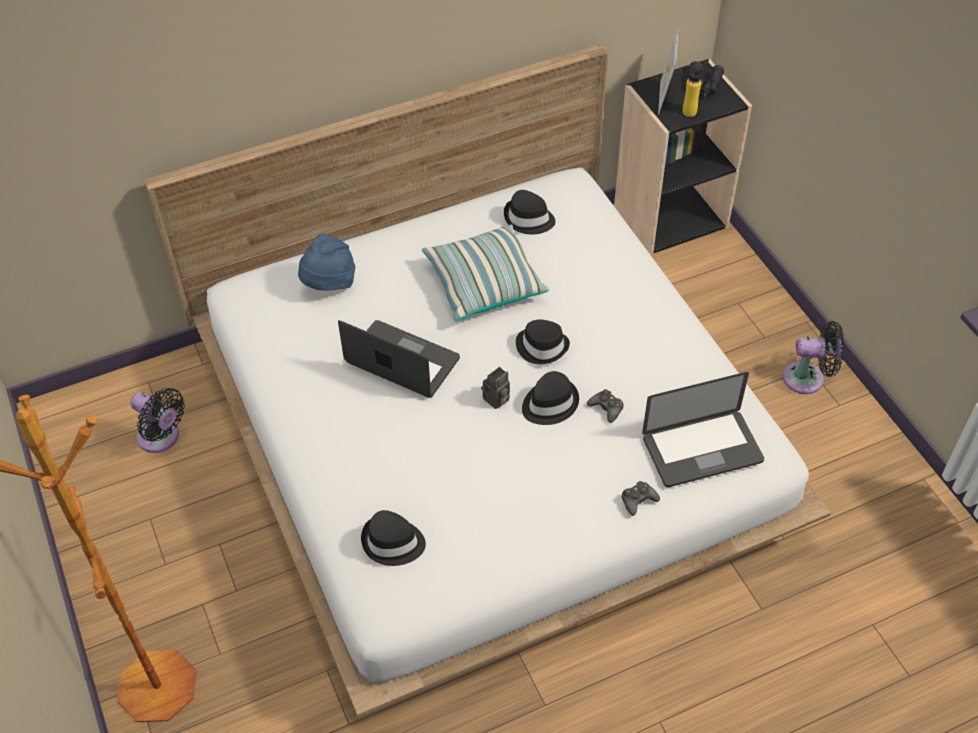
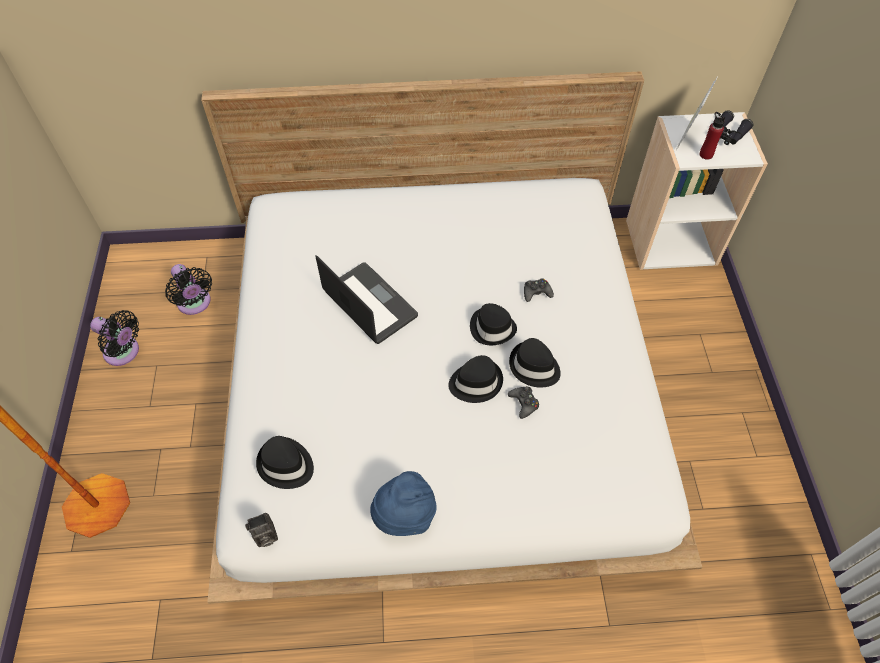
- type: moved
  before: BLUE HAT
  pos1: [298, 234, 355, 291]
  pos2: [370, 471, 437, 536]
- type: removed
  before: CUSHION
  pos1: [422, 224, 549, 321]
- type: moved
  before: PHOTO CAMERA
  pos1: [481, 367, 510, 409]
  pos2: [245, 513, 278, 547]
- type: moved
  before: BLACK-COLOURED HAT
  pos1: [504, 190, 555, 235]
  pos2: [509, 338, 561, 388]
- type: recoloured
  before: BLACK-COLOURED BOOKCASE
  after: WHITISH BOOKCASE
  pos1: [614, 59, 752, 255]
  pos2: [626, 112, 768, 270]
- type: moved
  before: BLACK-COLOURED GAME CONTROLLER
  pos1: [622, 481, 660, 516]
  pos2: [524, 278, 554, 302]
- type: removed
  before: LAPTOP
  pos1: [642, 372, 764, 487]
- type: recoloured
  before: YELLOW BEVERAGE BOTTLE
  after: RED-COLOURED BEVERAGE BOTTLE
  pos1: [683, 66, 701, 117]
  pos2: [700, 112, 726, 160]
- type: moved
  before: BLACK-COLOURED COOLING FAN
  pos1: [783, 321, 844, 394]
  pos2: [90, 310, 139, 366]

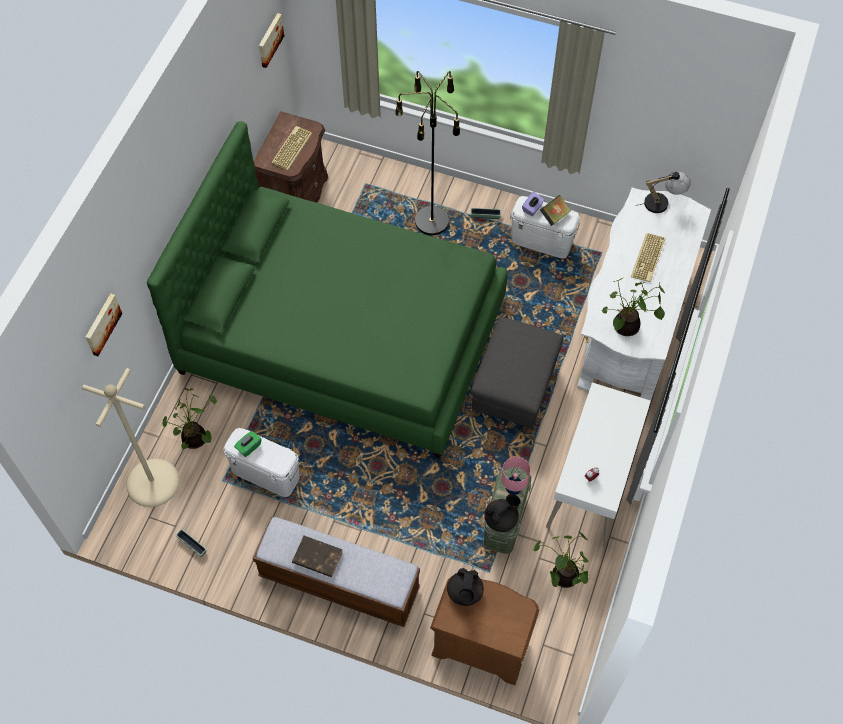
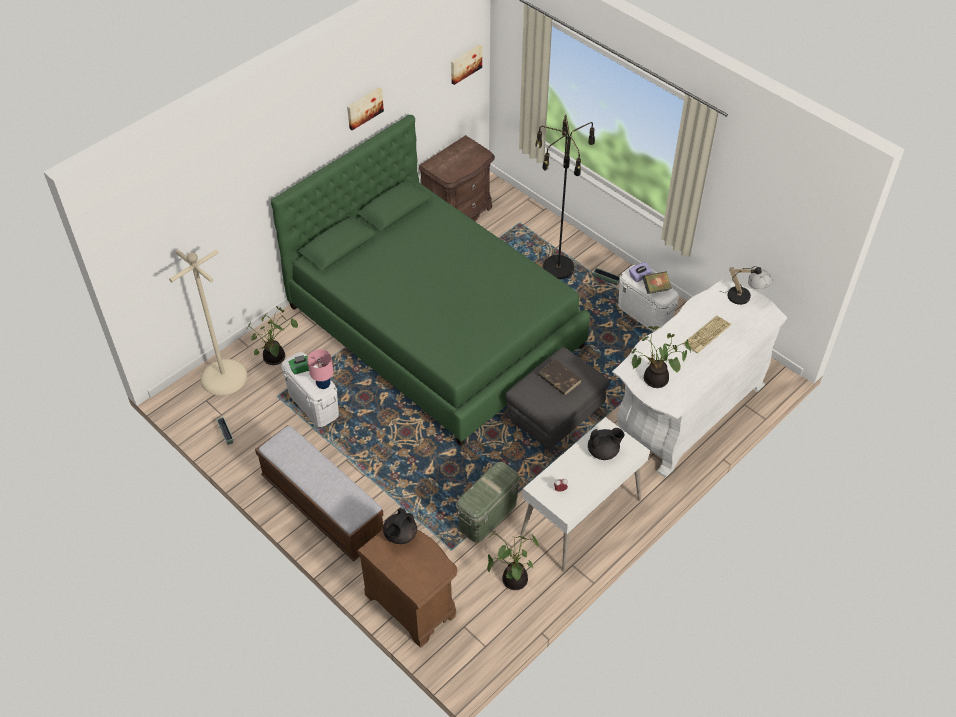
- type: moved
  before: WALL ART
  pos1: [86, 293, 122, 356]
  pos2: [347, 87, 384, 130]
- type: removed
  before: KEYBOARD
  pos1: [271, 126, 312, 170]
- type: moved
  before: BROWN BOOK
  pos1: [292, 536, 343, 577]
  pos2: [538, 359, 582, 395]
- type: moved
  before: BLACK-COLOURED TEA POT
  pos1: [484, 494, 521, 532]
  pos2: [588, 428, 624, 460]
- type: moved
  before: PINK TABLETOP LAMP
  pos1: [501, 457, 530, 495]
  pos2: [307, 349, 333, 389]

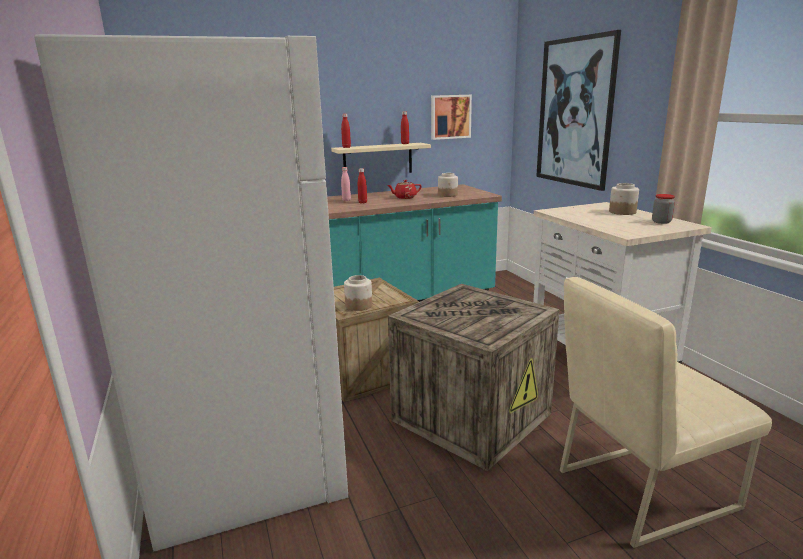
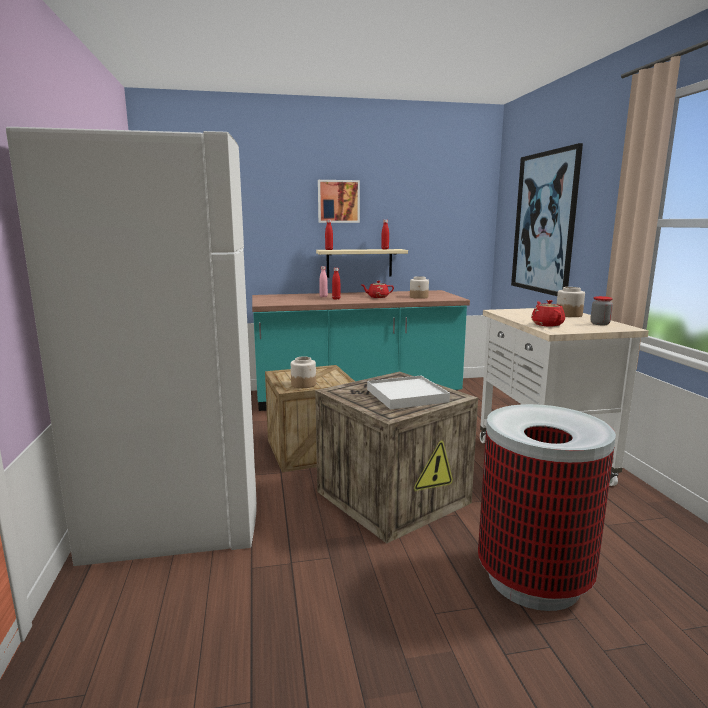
- type: moved
  before: WALL ART
  pos1: [431, 95, 472, 140]
  pos2: [318, 180, 360, 223]
- type: replaced
  before: BEIGE-COLOURED CHAIR
  after: RUBBISH BIN
  pos1: [560, 277, 772, 548]
  pos2: [478, 404, 616, 611]
- type: added
  after: WHITISH CARRYING TRAY
  pos2: [367, 375, 450, 410]
- type: added
  after: RED-COLOURED TEA POT
  pos2: [531, 300, 565, 327]

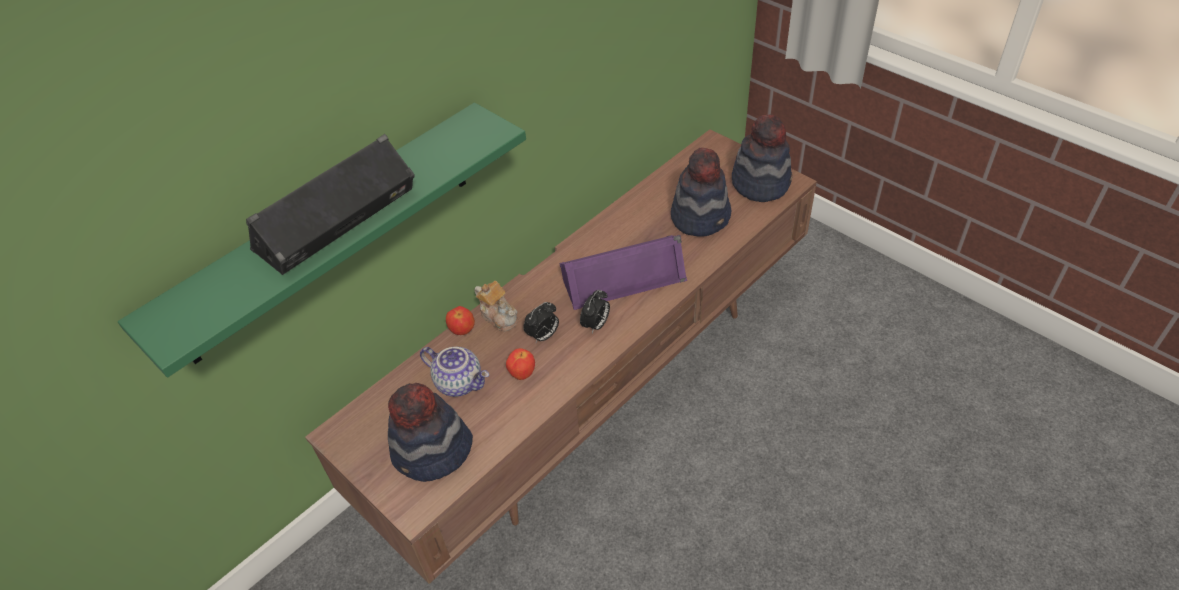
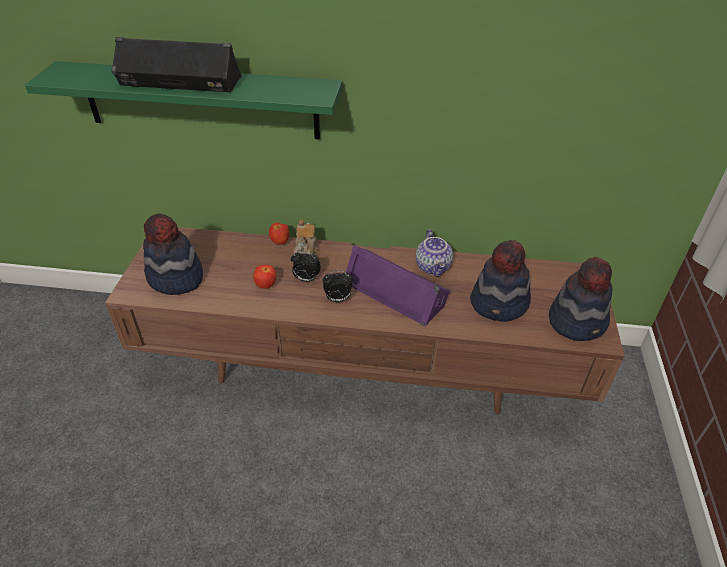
- type: moved
  before: TEA POT
  pos1: [420, 347, 489, 397]
  pos2: [416, 229, 453, 277]

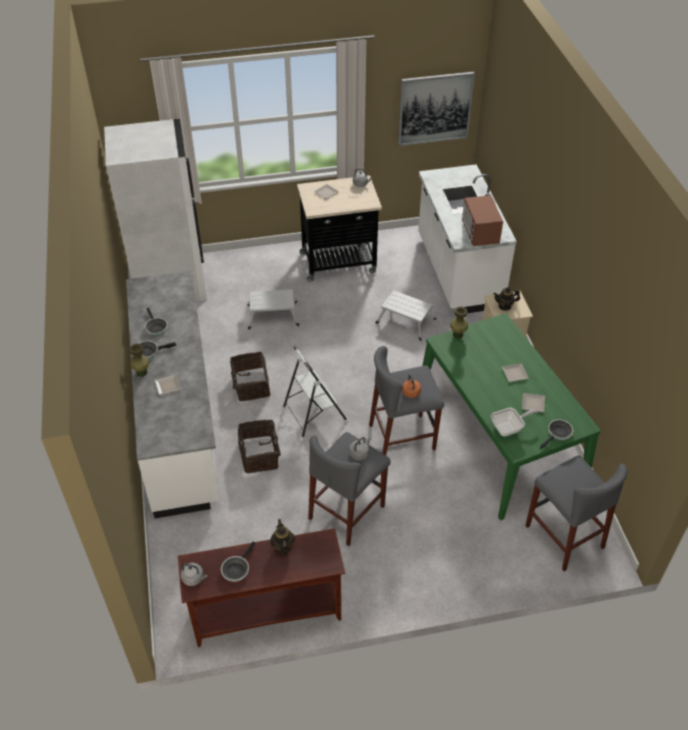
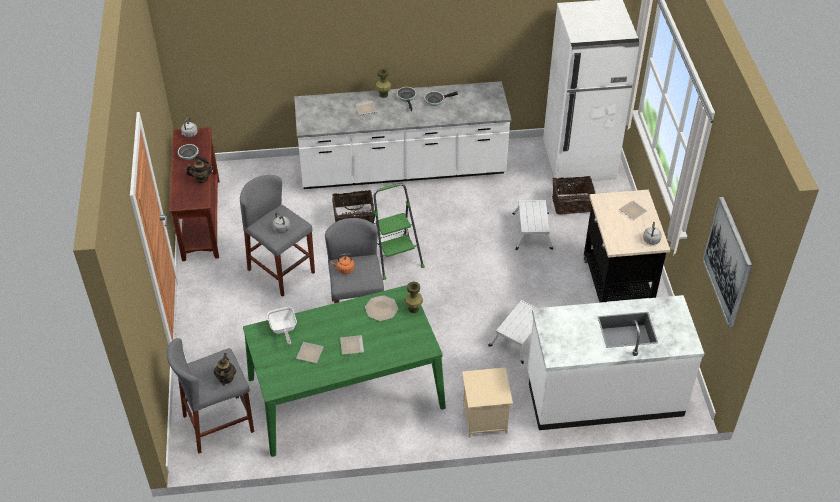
- type: moved
  before: HOUSEHOLD BASKET
  pos1: [225, 352, 270, 402]
  pos2: [552, 173, 596, 215]
- type: recoloured
  before: WHITISH STEP LADDER
  after: GREEN STEP LADDER
  pos1: [281, 346, 349, 441]
  pos2: [372, 183, 425, 280]
- type: removed
  before: MICROWAVE OVEN
  pos1: [462, 195, 503, 246]
- type: moved
  before: TEA POT
  pos1: [494, 287, 520, 311]
  pos2: [214, 353, 236, 386]
- type: removed
  before: FRYING PAN
  pos1: [540, 419, 573, 449]
- type: added
  after: FLAT DISH
  pos2: [365, 295, 398, 321]

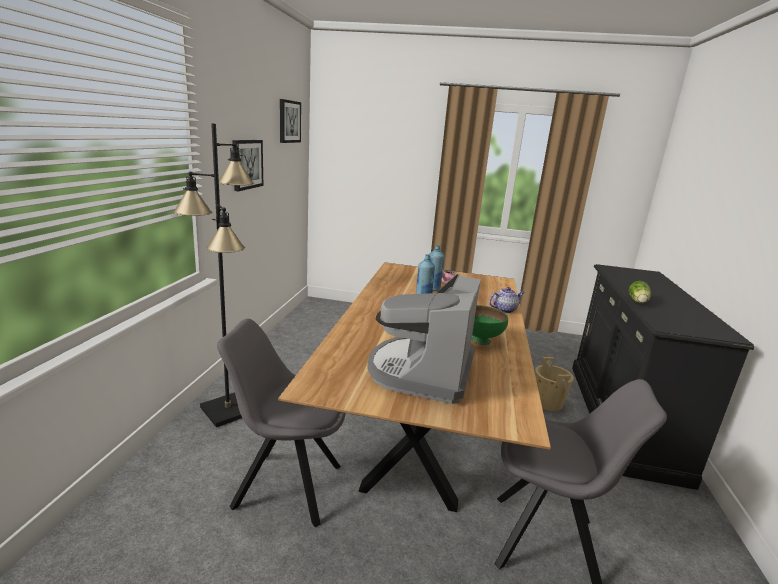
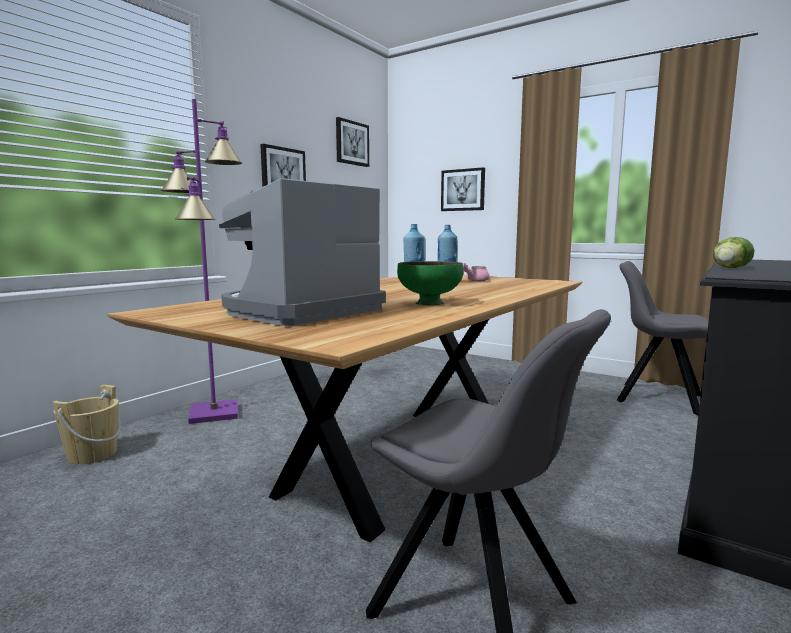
- type: recoloured
  before: BLACK-COLOURED FLOOR LAMP
  after: PURPLE-COLOURED FLOOR LAMP
  pos1: [173, 123, 254, 427]
  pos2: [161, 99, 242, 424]
- type: moved
  before: GREY CHAIR
  pos1: [217, 318, 346, 527]
  pos2: [617, 261, 709, 415]
- type: removed
  before: TEA POT
  pos1: [489, 287, 524, 313]
- type: moved
  before: BEIGE-COLOURED BUCKET
  pos1: [535, 357, 574, 411]
  pos2: [53, 385, 121, 464]
- type: added
  after: WALL ART
  pos2: [441, 167, 485, 211]

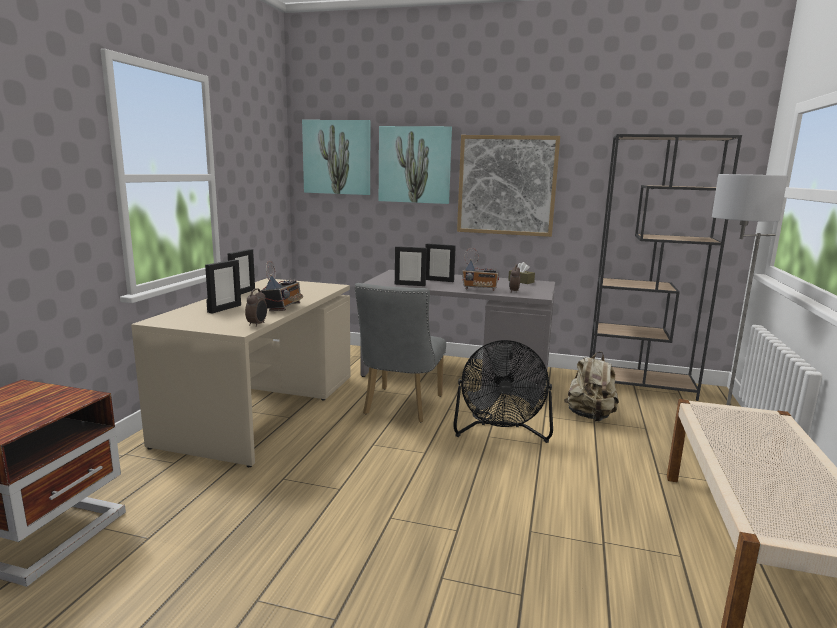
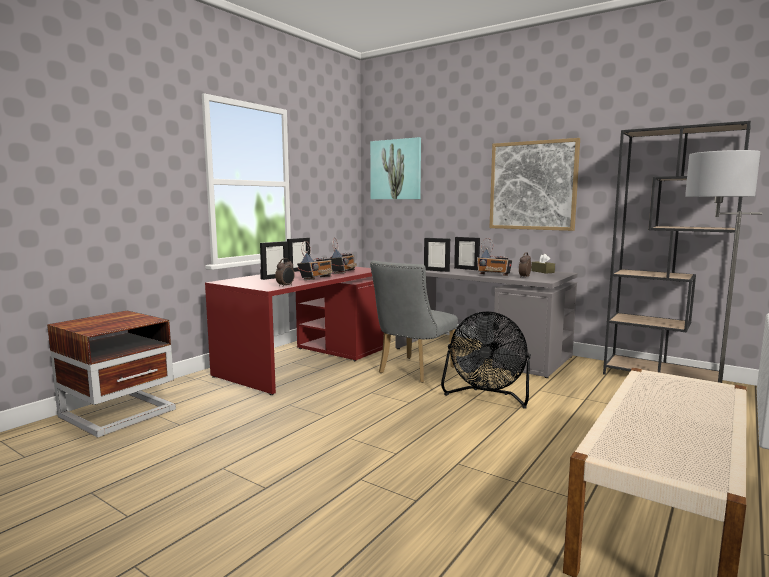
- type: recoloured
  before: BEIGE-COLOURED DESK UNIT
  after: RED-COLOURED DESK UNIT
  pos1: [131, 278, 350, 467]
  pos2: [205, 267, 384, 395]
- type: removed
  before: WALL ART
  pos1: [379, 126, 452, 204]
- type: removed
  before: BEIGE-COLOURED BACKPACK
  pos1: [564, 352, 619, 421]
- type: added
  after: RADIO SET
  pos2: [329, 238, 357, 274]

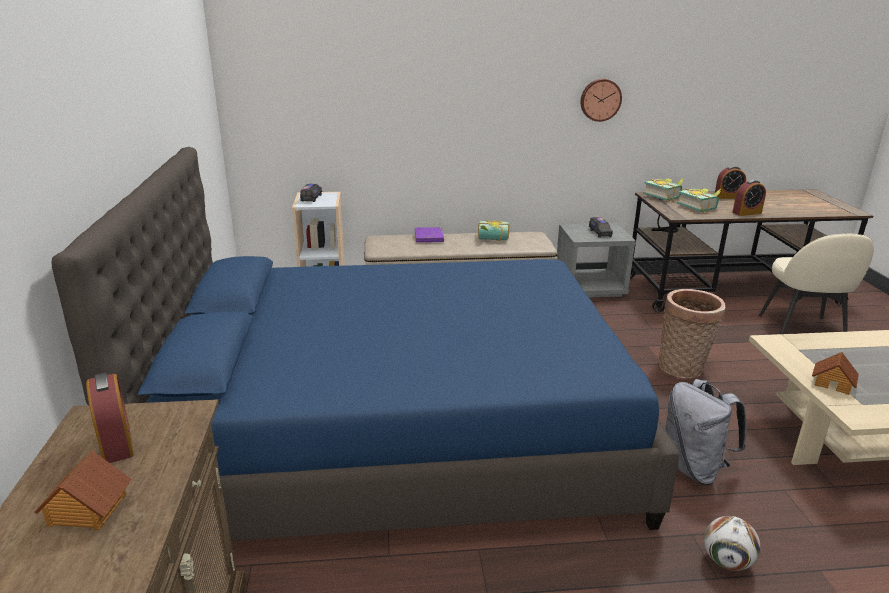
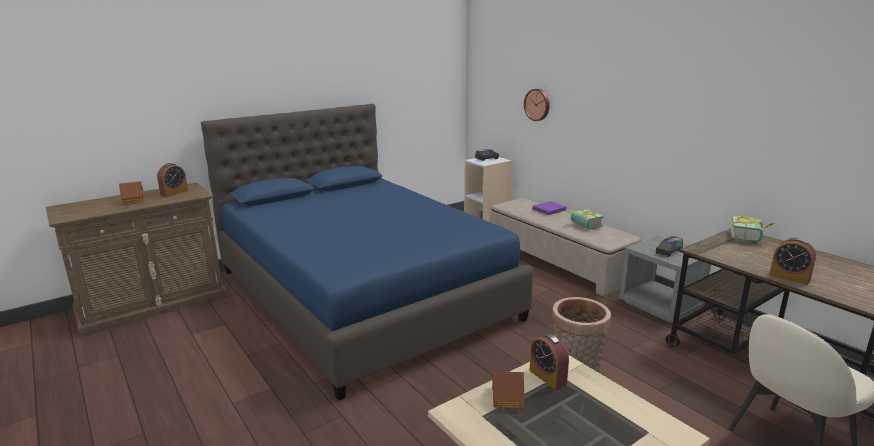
- type: moved
  before: CLOCK ON THE WALL
  pos1: [581, 79, 622, 122]
  pos2: [524, 89, 550, 121]
- type: removed
  before: GREY BACKPACK
  pos1: [665, 379, 746, 485]
- type: removed
  before: BOOK
  pos1: [677, 188, 721, 213]
- type: removed
  before: BALL FOR FOOTBALL
  pos1: [704, 516, 760, 571]
- type: moved
  before: ALARM CLOCK
  pos1: [715, 166, 746, 199]
  pos2: [530, 333, 569, 390]

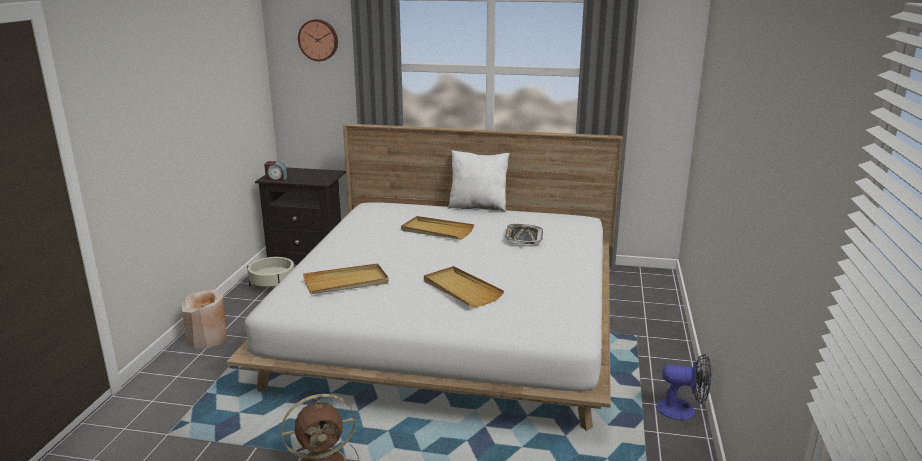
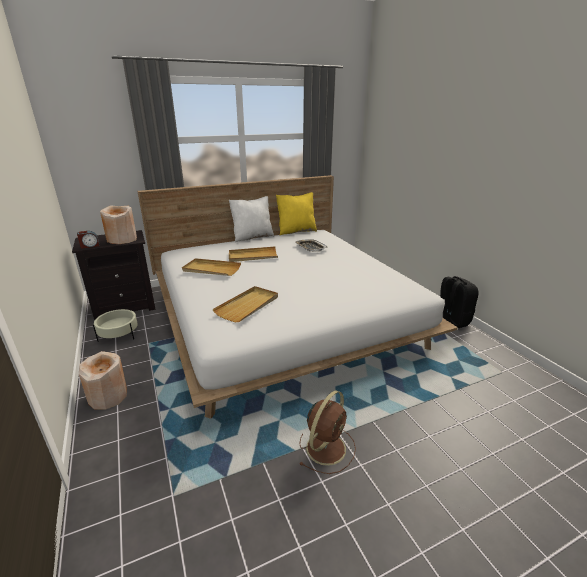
- type: removed
  before: CLOCK ON THE WALL
  pos1: [298, 19, 338, 61]
- type: moved
  before: BEIGE-COLOURED CARRYING TRAY
  pos1: [424, 266, 504, 307]
  pos2: [182, 258, 241, 276]
- type: replaced
  before: COOLING FAN
  after: BLACK-COLOURED BACKPACK
  pos1: [657, 354, 711, 420]
  pos2: [440, 276, 479, 328]
- type: added
  after: BEIGE-COLOURED VASE
  pos2: [100, 206, 137, 244]
- type: added
  after: YELLOW CUSHION
  pos2: [276, 192, 317, 235]

